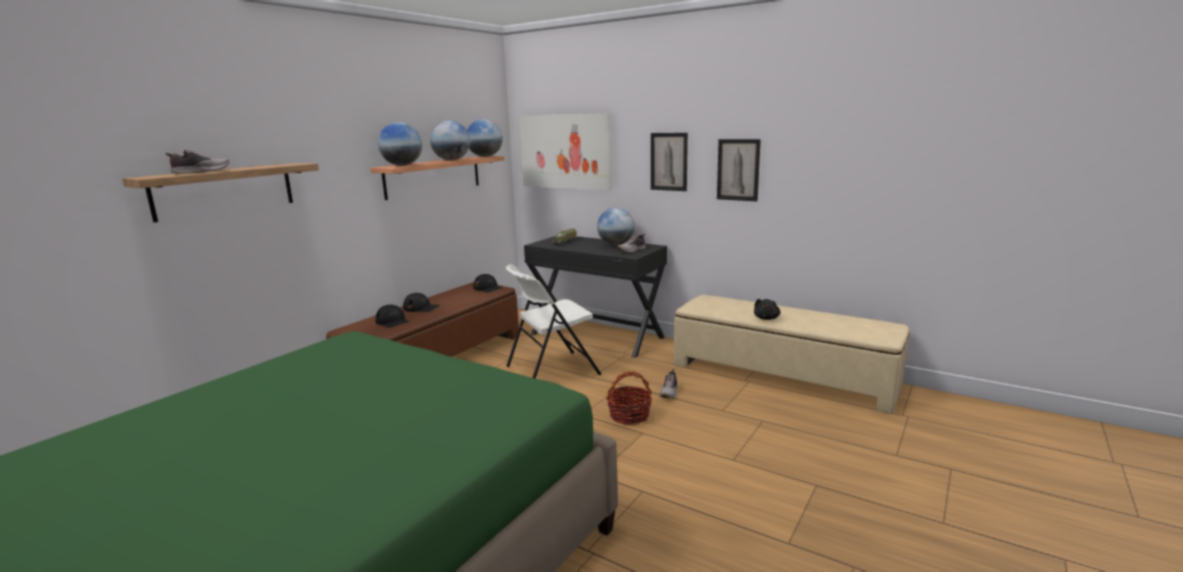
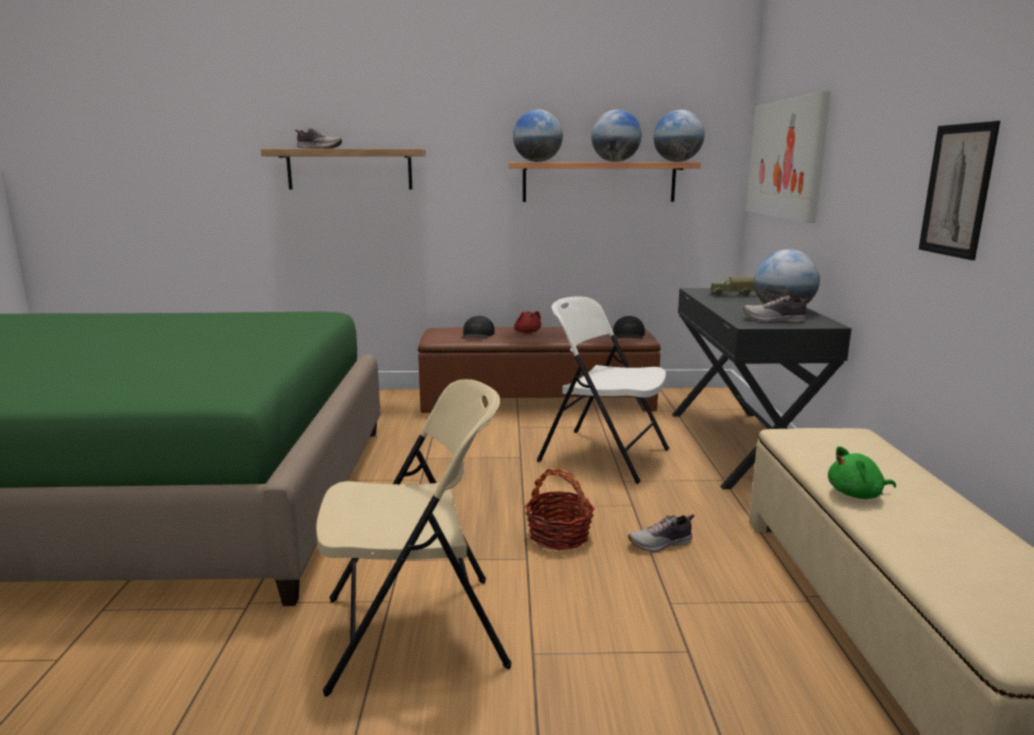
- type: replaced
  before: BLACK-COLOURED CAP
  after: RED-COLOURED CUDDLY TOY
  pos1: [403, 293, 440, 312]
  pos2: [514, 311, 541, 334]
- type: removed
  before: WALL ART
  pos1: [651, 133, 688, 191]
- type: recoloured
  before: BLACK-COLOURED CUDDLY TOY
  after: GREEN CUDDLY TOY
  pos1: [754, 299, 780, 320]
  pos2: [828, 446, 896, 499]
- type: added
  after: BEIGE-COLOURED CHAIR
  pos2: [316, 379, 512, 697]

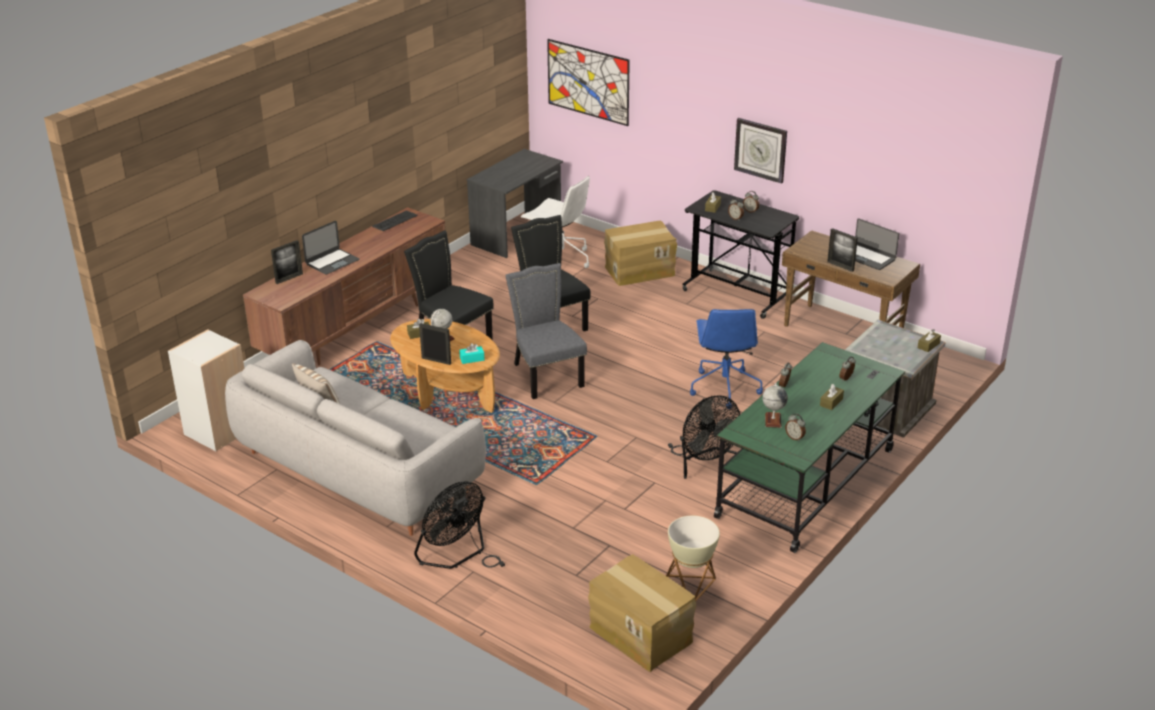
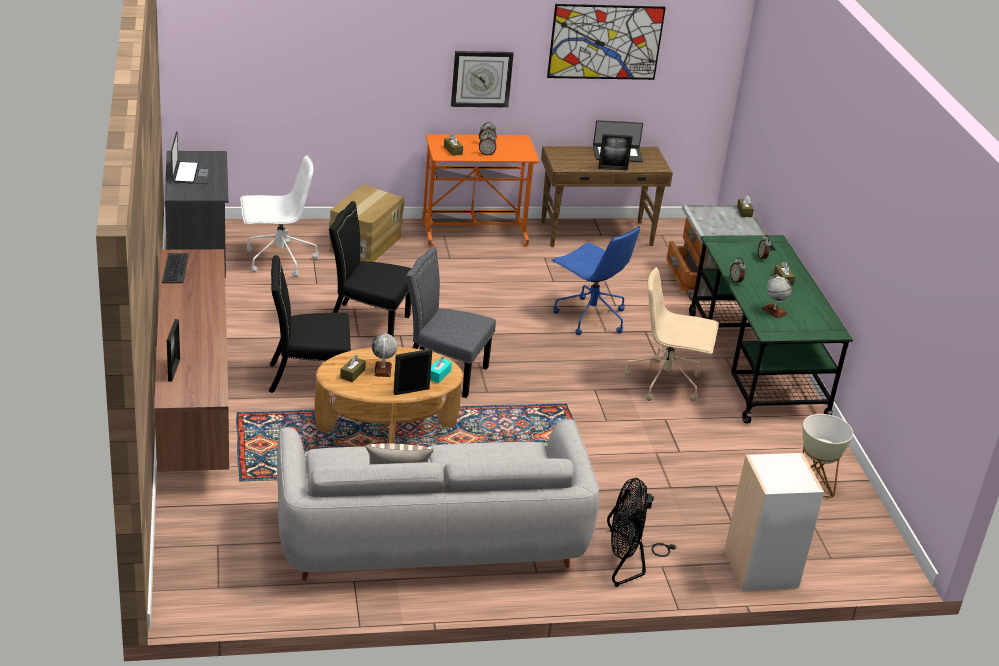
- type: moved
  before: BOOKCASE
  pos1: [168, 329, 244, 451]
  pos2: [724, 453, 824, 591]
- type: moved
  before: LAPTOP
  pos1: [302, 221, 359, 275]
  pos2: [171, 131, 212, 184]
- type: moved
  before: WALL ART
  pos1: [547, 39, 630, 126]
  pos2: [547, 4, 666, 80]
- type: removed
  before: PACKING BOX
  pos1: [588, 554, 696, 672]
- type: replaced
  before: BLACK-COLOURED COOLING FAN
  after: BEIGE-COLOURED COMPUTER CHAIR
  pos1: [668, 396, 740, 479]
  pos2: [625, 267, 719, 402]
- type: recoloured
  before: BLACK-COLOURED DESK UNIT
  after: ORANGE DESK UNIT
  pos1: [682, 190, 799, 319]
  pos2: [422, 134, 540, 247]
- type: removed
  before: ALARM CLOCK
  pos1: [785, 414, 806, 441]

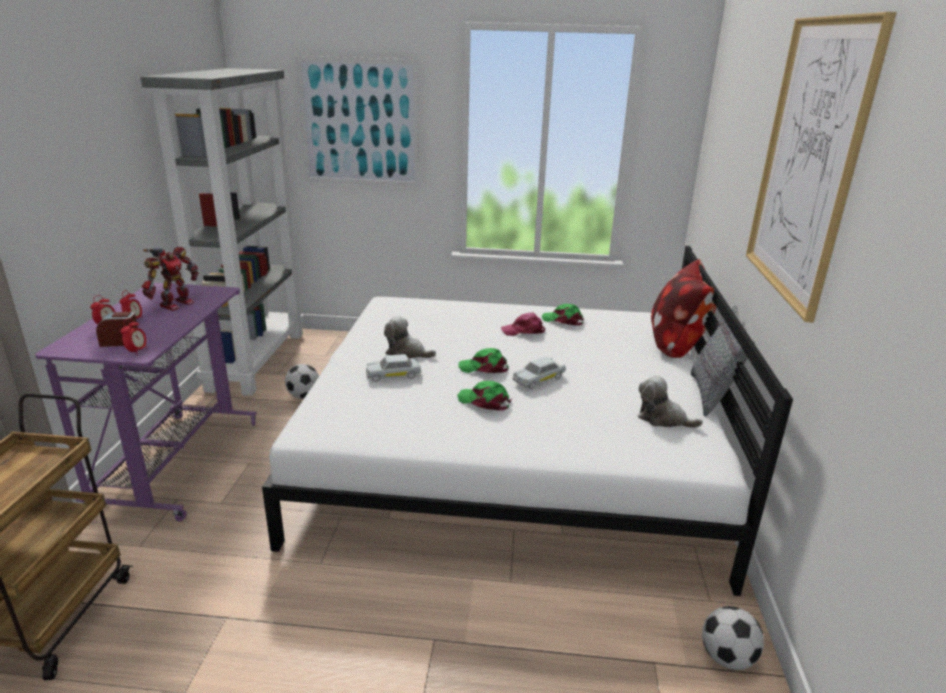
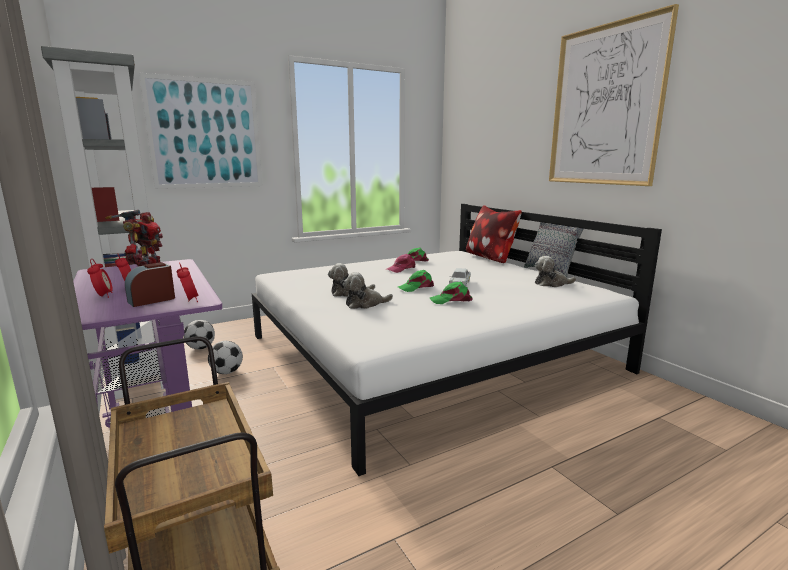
- type: replaced
  before: WHITISH MODEL CAR
  after: CUDDLY TOY
  pos1: [366, 354, 421, 382]
  pos2: [343, 272, 393, 309]
- type: moved
  before: BALL FOR FOOTBALL
  pos1: [702, 606, 764, 670]
  pos2: [183, 320, 215, 349]

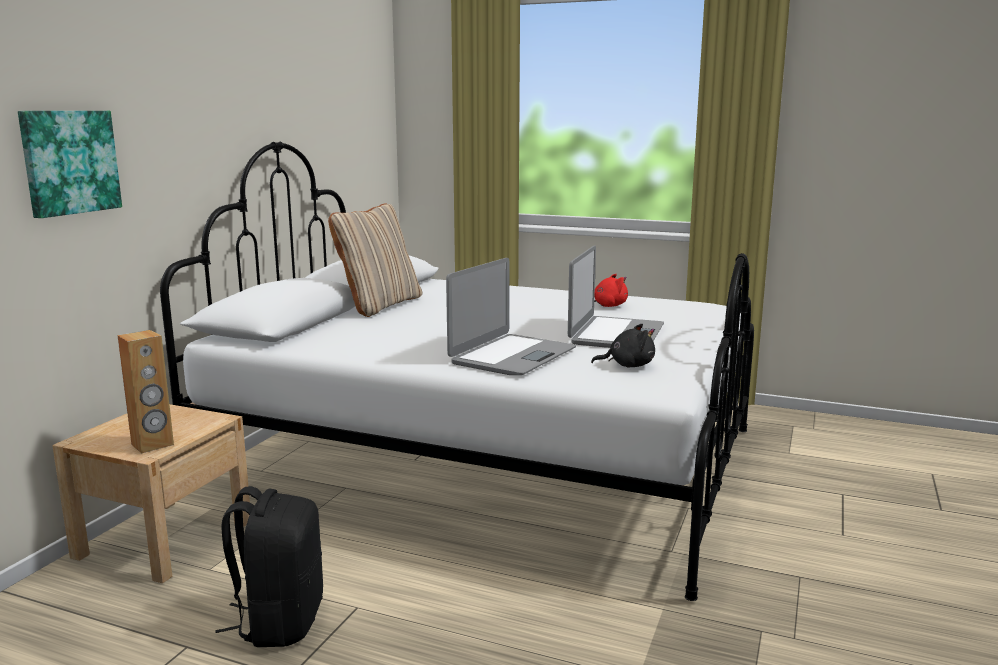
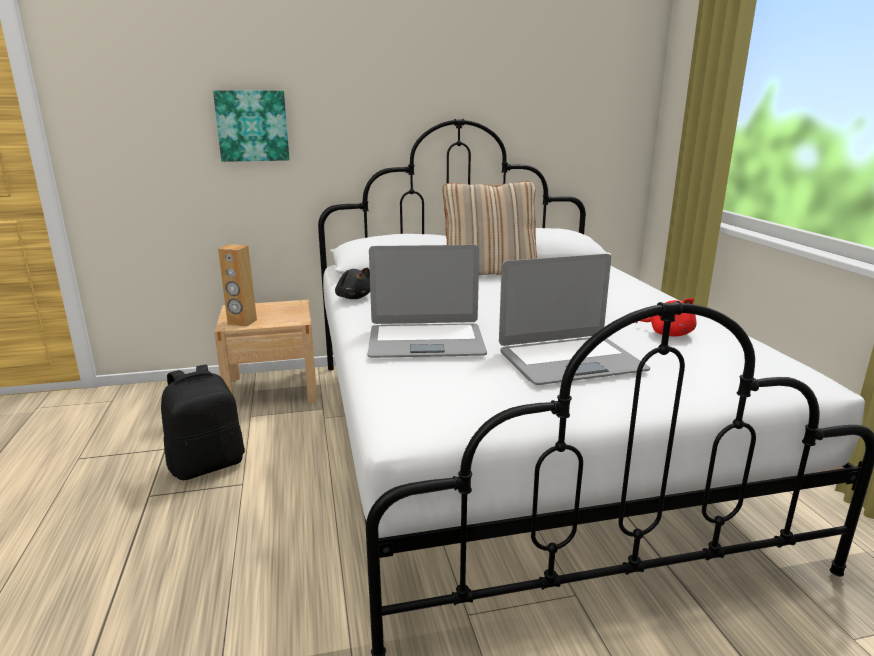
- type: moved
  before: BLACK-COLOURED CUDDLY TOY
  pos1: [591, 324, 655, 368]
  pos2: [335, 268, 370, 299]

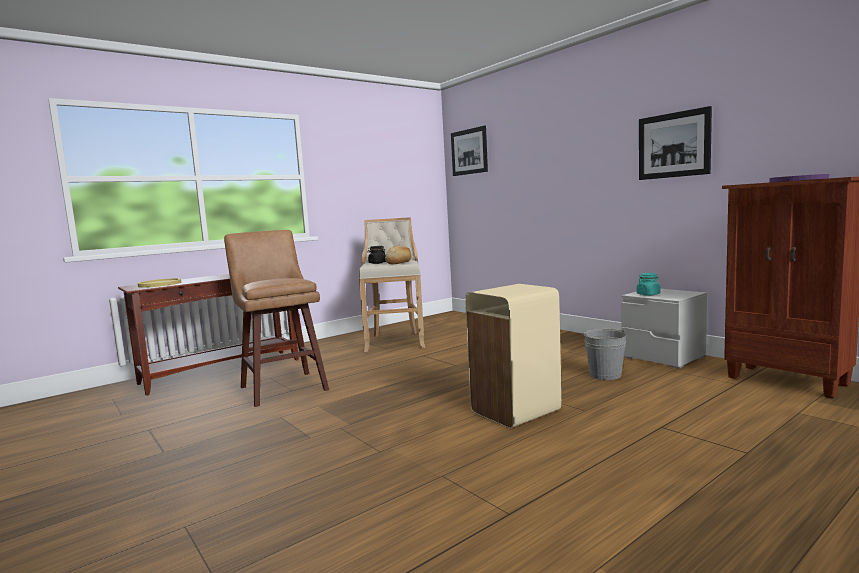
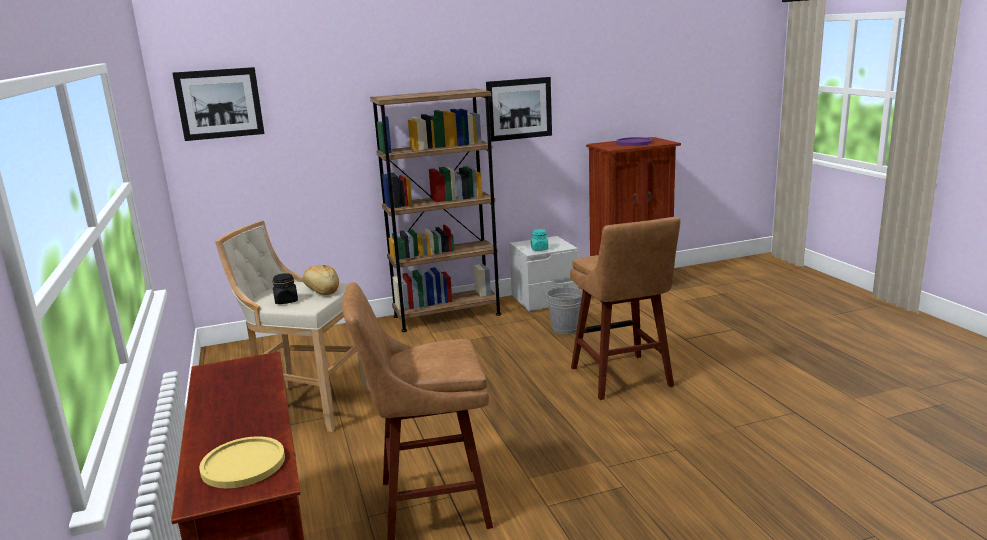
- type: replaced
  before: BEIGE-COLOURED RUBBISH BIN
  after: BROWN STOOL
  pos1: [465, 284, 562, 428]
  pos2: [570, 217, 681, 400]
- type: added
  after: BROWN BOOKCASE
  pos2: [370, 88, 501, 332]

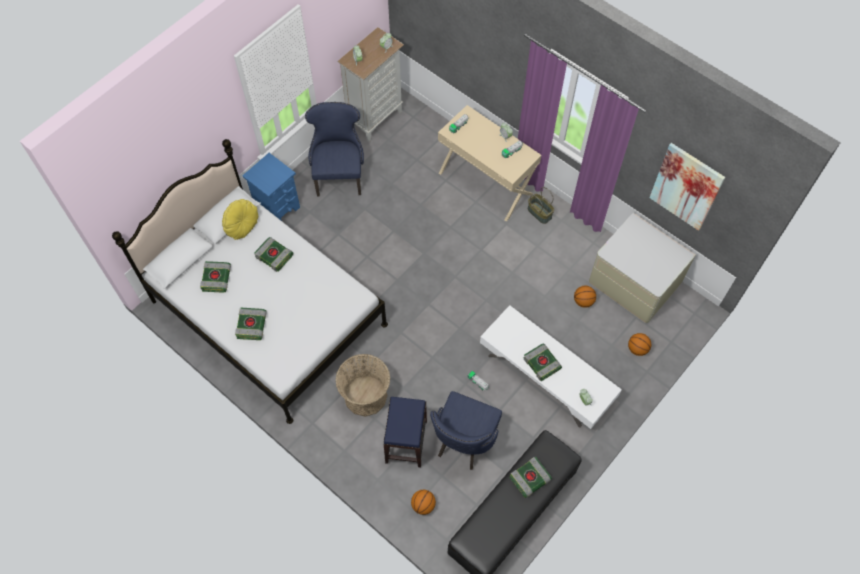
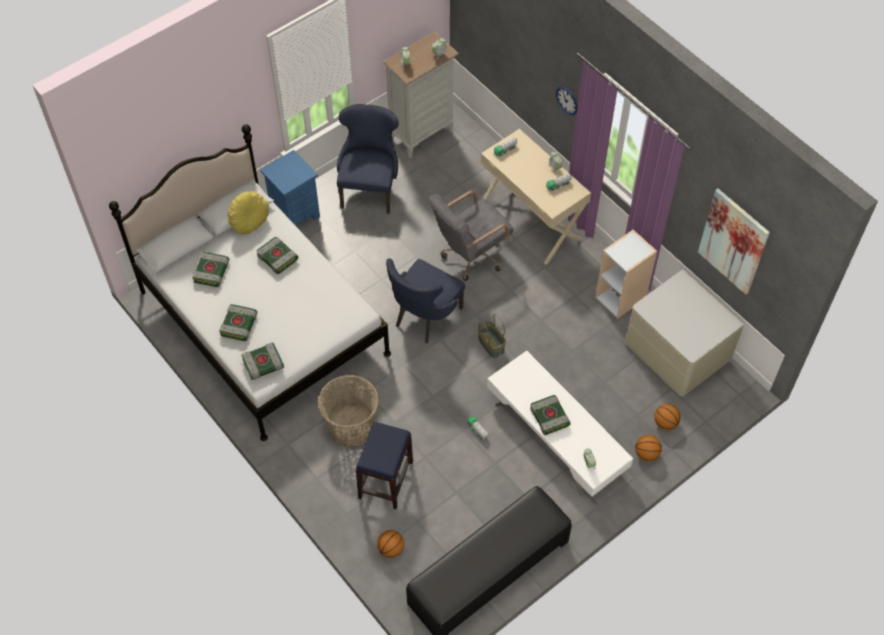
- type: moved
  before: BLUE CHAIR
  pos1: [430, 391, 502, 470]
  pos2: [386, 258, 465, 343]
- type: moved
  before: BOOK
  pos1: [509, 457, 552, 498]
  pos2: [241, 342, 284, 380]
- type: moved
  before: HOUSEHOLD BASKET
  pos1: [528, 187, 554, 224]
  pos2: [478, 314, 506, 358]
- type: moved
  before: BASKETBALL
  pos1: [574, 286, 596, 308]
  pos2: [635, 435, 662, 461]
- type: added
  after: GREY COMPUTER CHAIR
  pos2: [429, 190, 513, 281]
- type: added
  after: CLOCK ON THE WALL
  pos2: [556, 87, 578, 115]
- type: added
  after: BOOKCASE
  pos2: [595, 230, 657, 319]

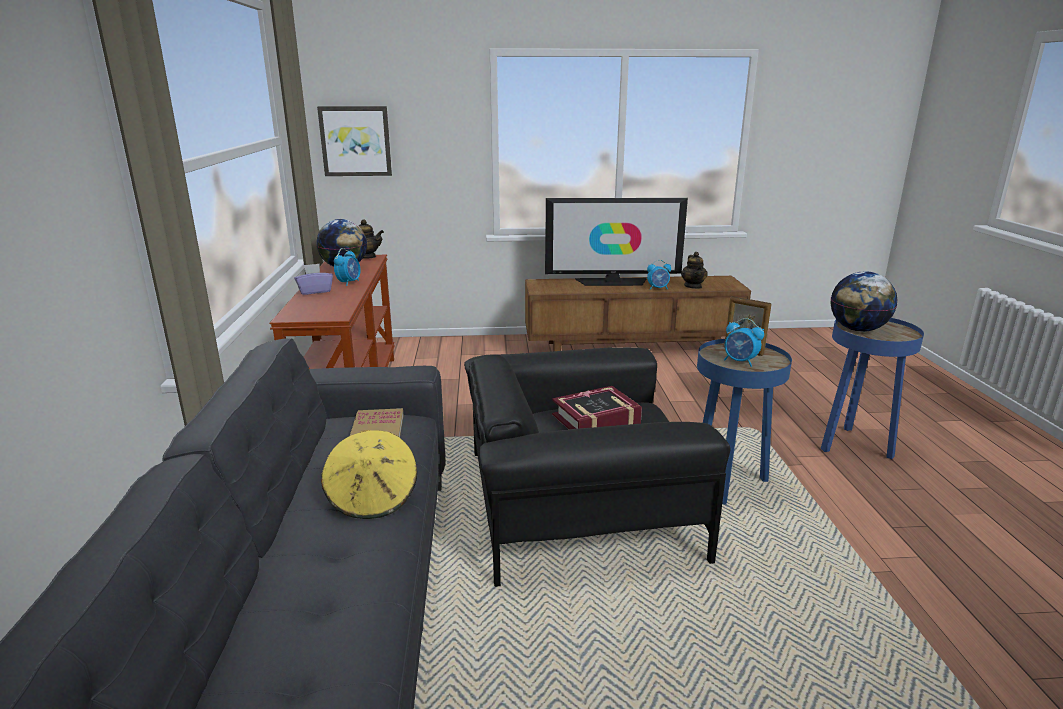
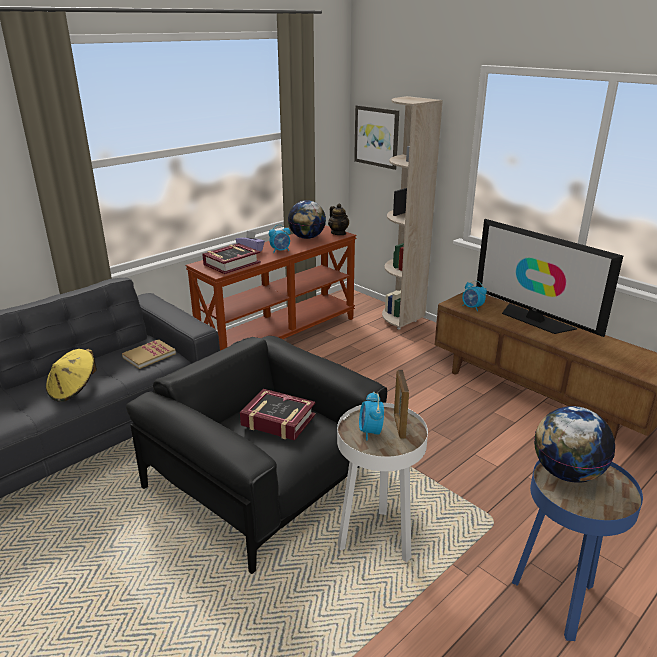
- type: moved
  before: ALARM CLOCK
  pos1: [647, 260, 671, 290]
  pos2: [462, 281, 487, 311]
- type: removed
  before: TEA POT
  pos1: [681, 252, 708, 289]
- type: recoloured
  before: BLUE SIDE TABLE
  after: WHITISH SIDE TABLE
  pos1: [697, 339, 792, 505]
  pos2: [337, 403, 428, 562]
- type: added
  after: BOOK
  pos2: [202, 243, 261, 274]
- type: added
  after: BEIGE-COLOURED BOOKCASE
  pos2: [382, 96, 443, 329]

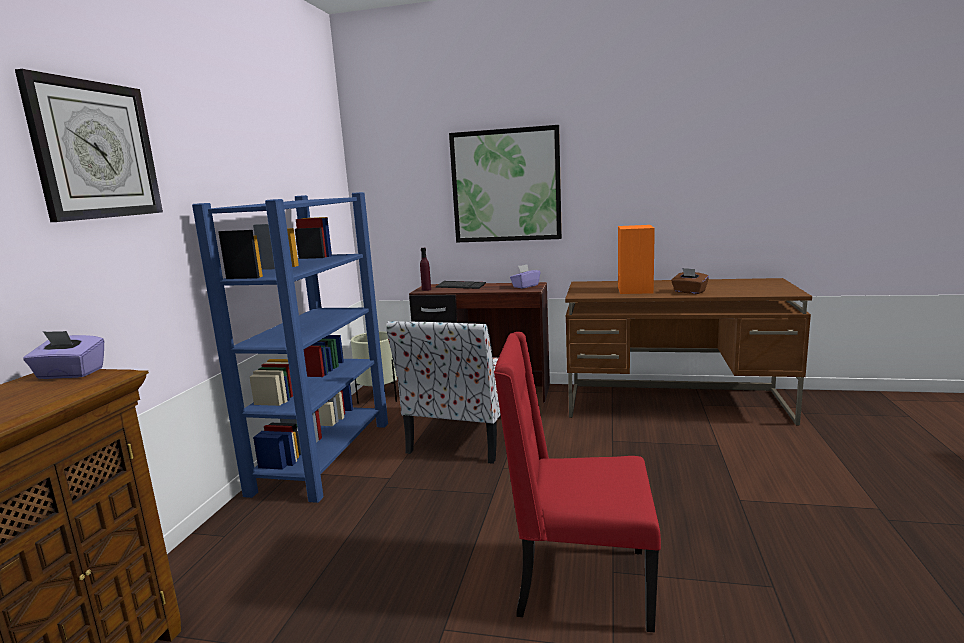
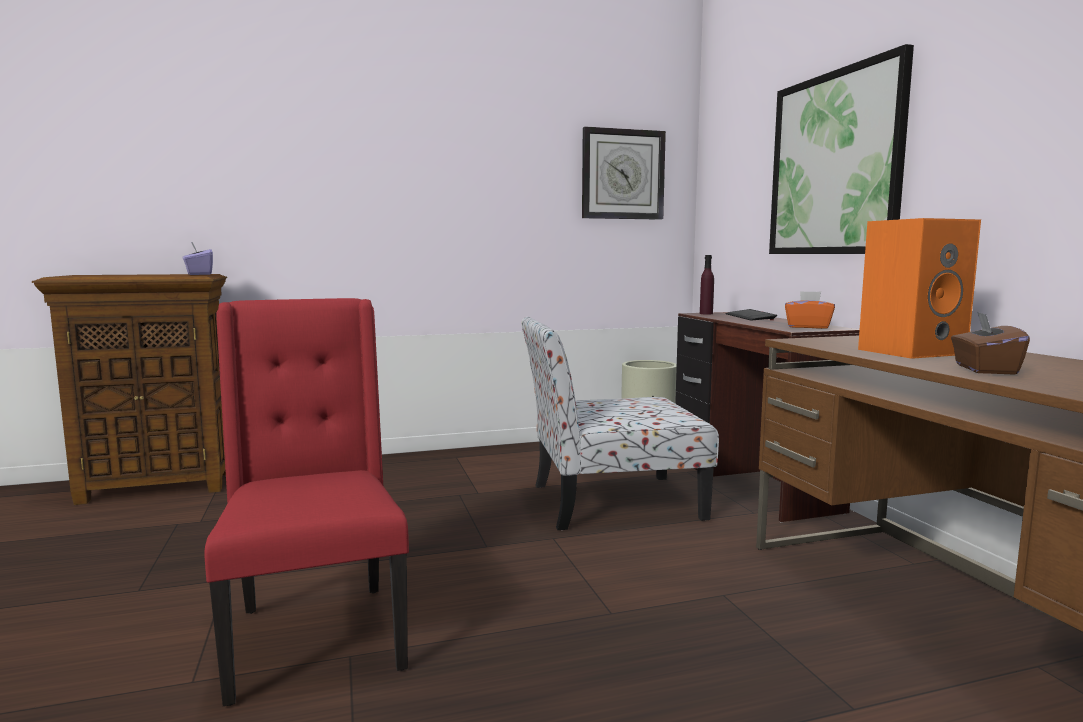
- type: moved
  before: CLOCK ON THE WALL
  pos1: [15, 69, 163, 222]
  pos2: [582, 127, 666, 220]
- type: removed
  before: BLUE BOOKCASE
  pos1: [192, 192, 388, 503]
- type: recoloured
  before: PURPLE-COLOURED TISSUE HOLDER
  after: ORANGE TISSUE HOLDER
  pos1: [510, 265, 540, 289]
  pos2: [785, 291, 835, 329]

